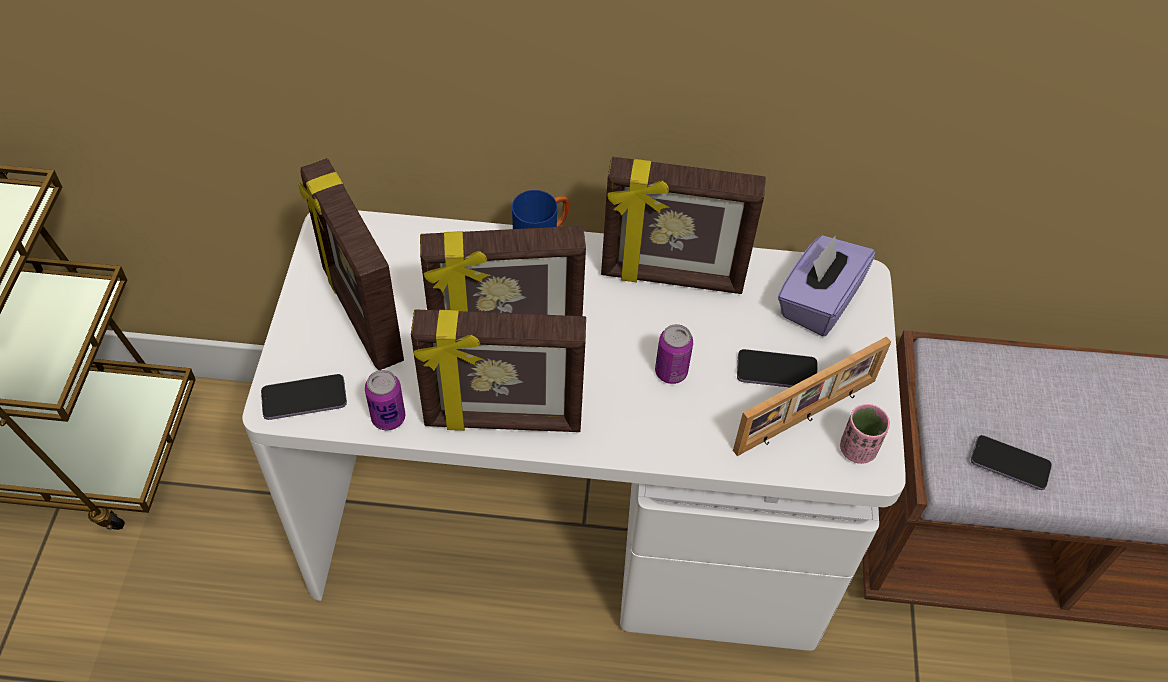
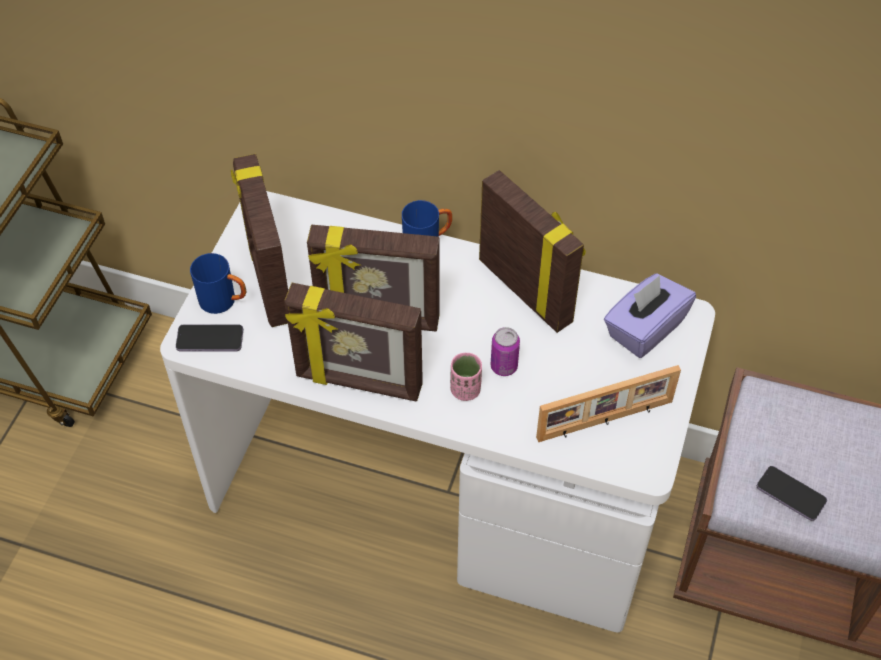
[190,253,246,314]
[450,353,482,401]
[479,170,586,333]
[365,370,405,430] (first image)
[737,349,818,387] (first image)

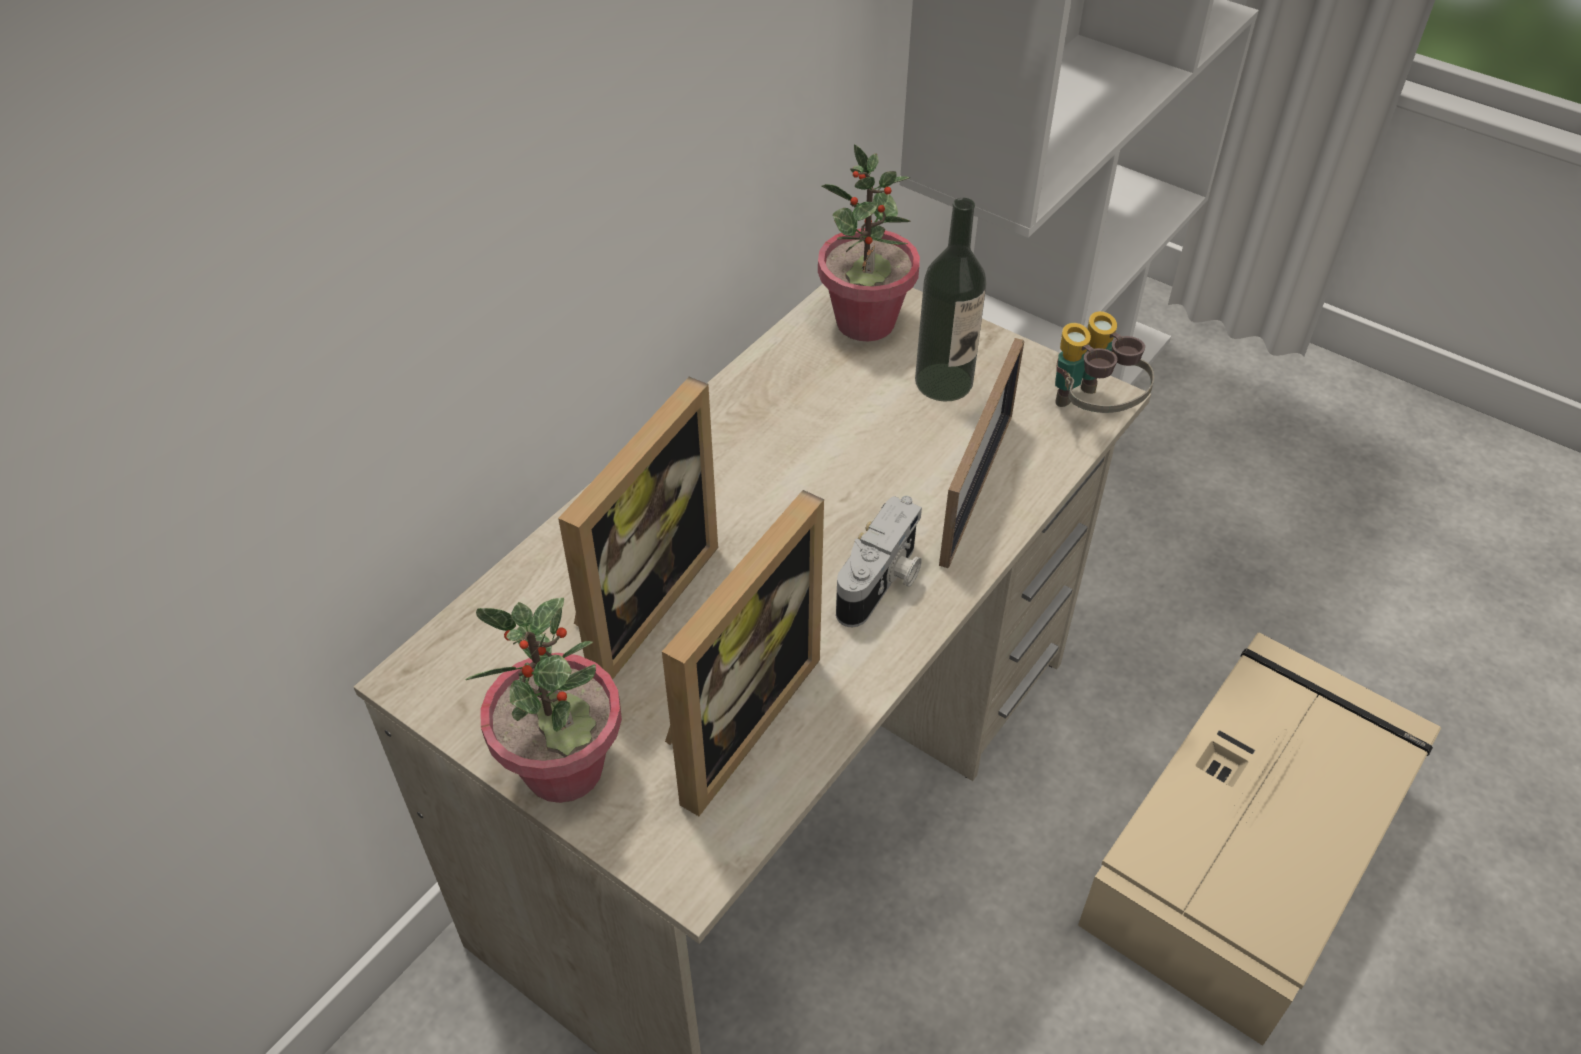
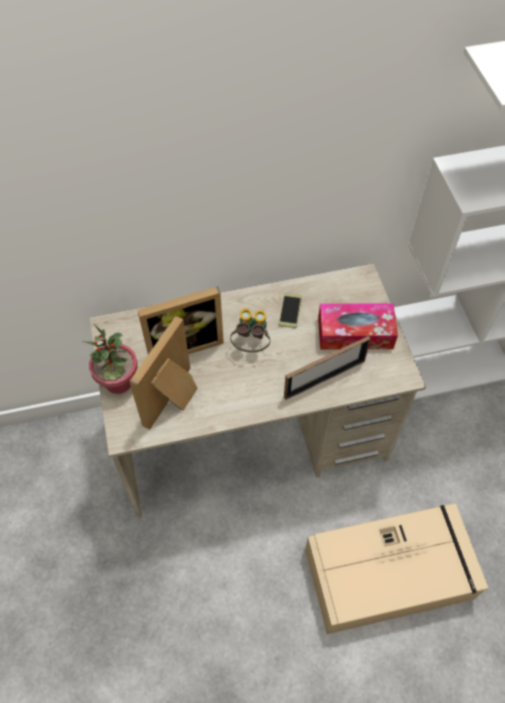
[129,316,198,430]
[230,308,270,353]
[278,293,302,328]
[318,303,398,350]
[818,144,920,341] (first image)
[836,496,922,627] (first image)

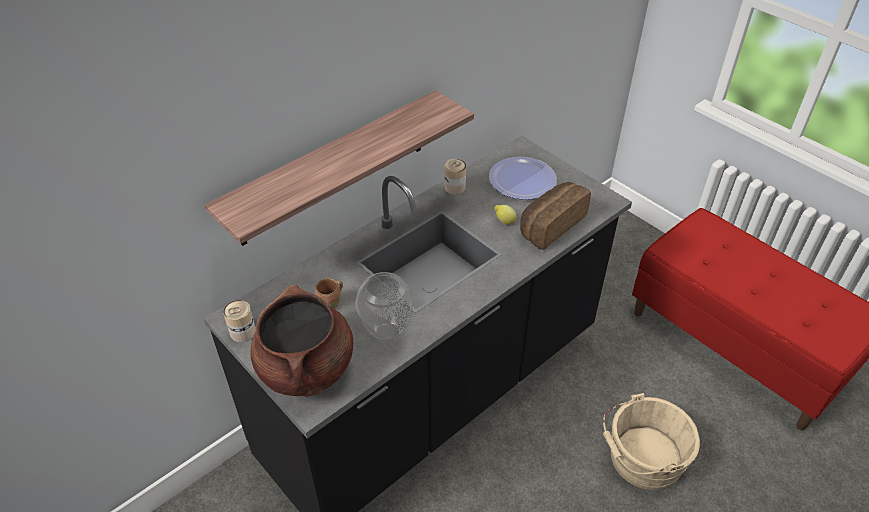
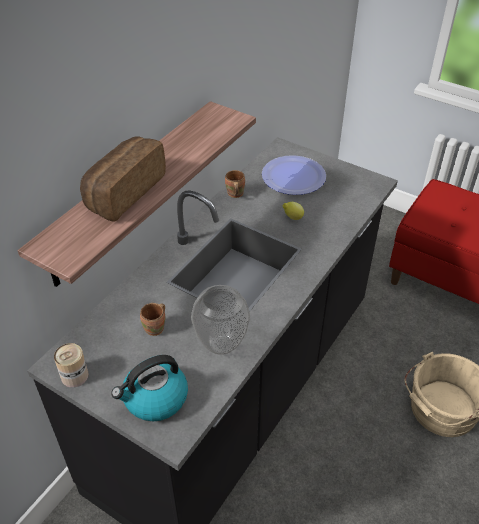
[80,136,166,222]
[111,355,188,421]
[225,170,245,198]

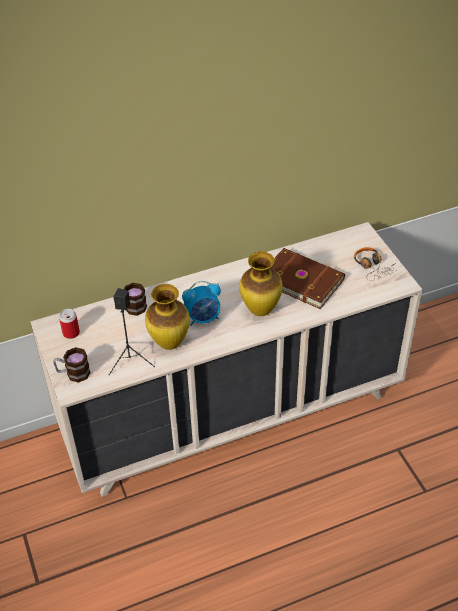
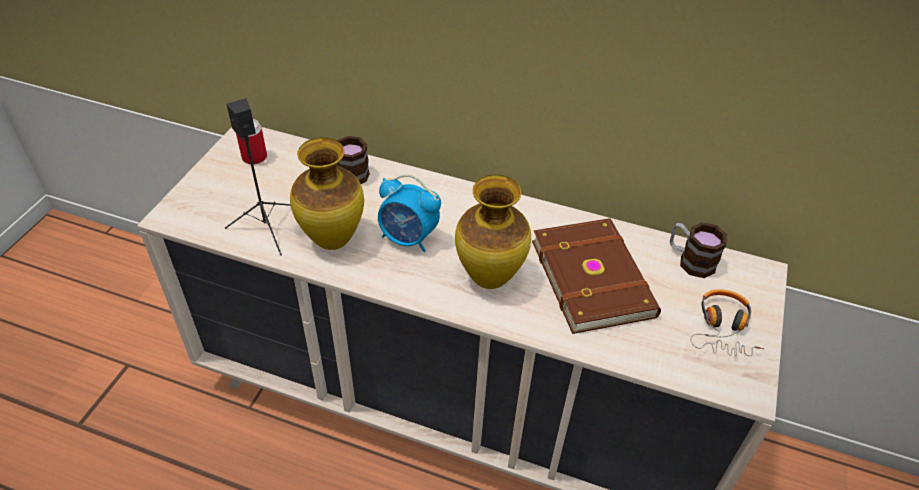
[670,222,727,278]

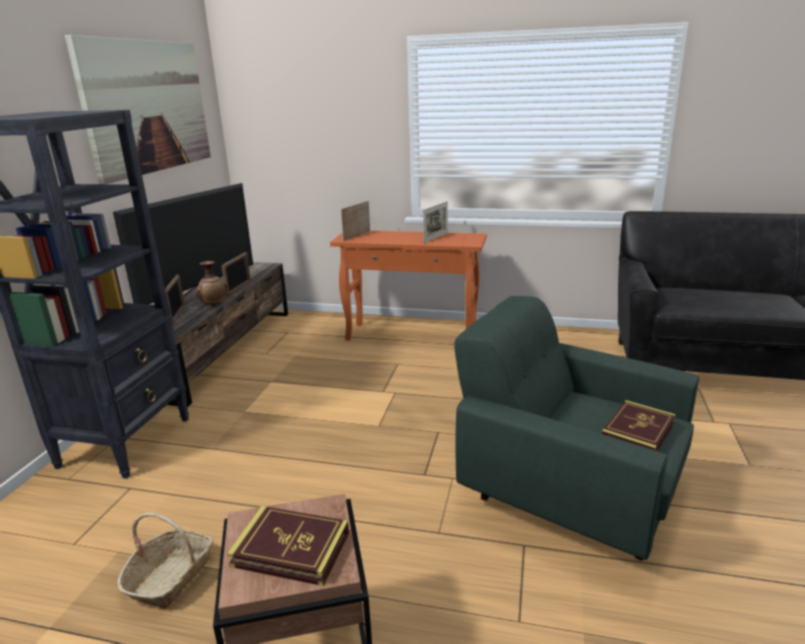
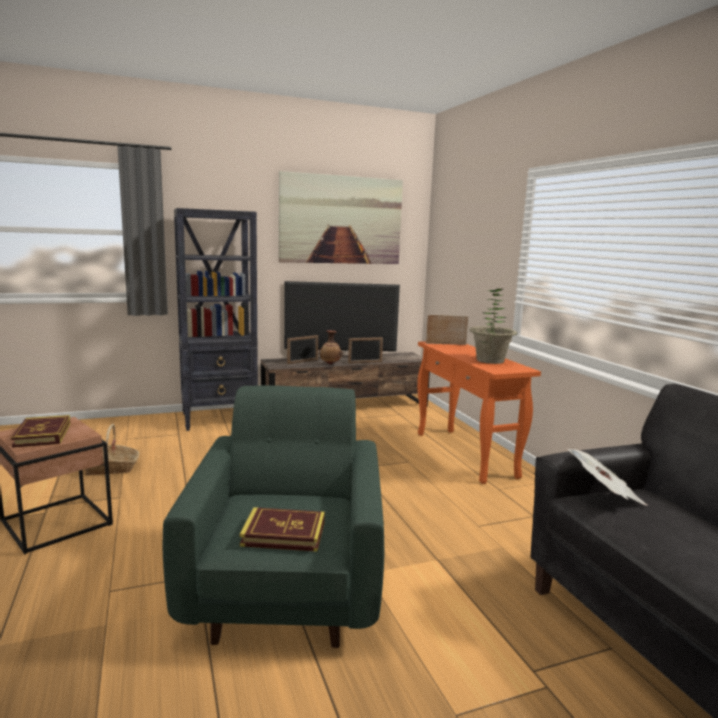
[469,289,517,364]
[568,449,647,505]

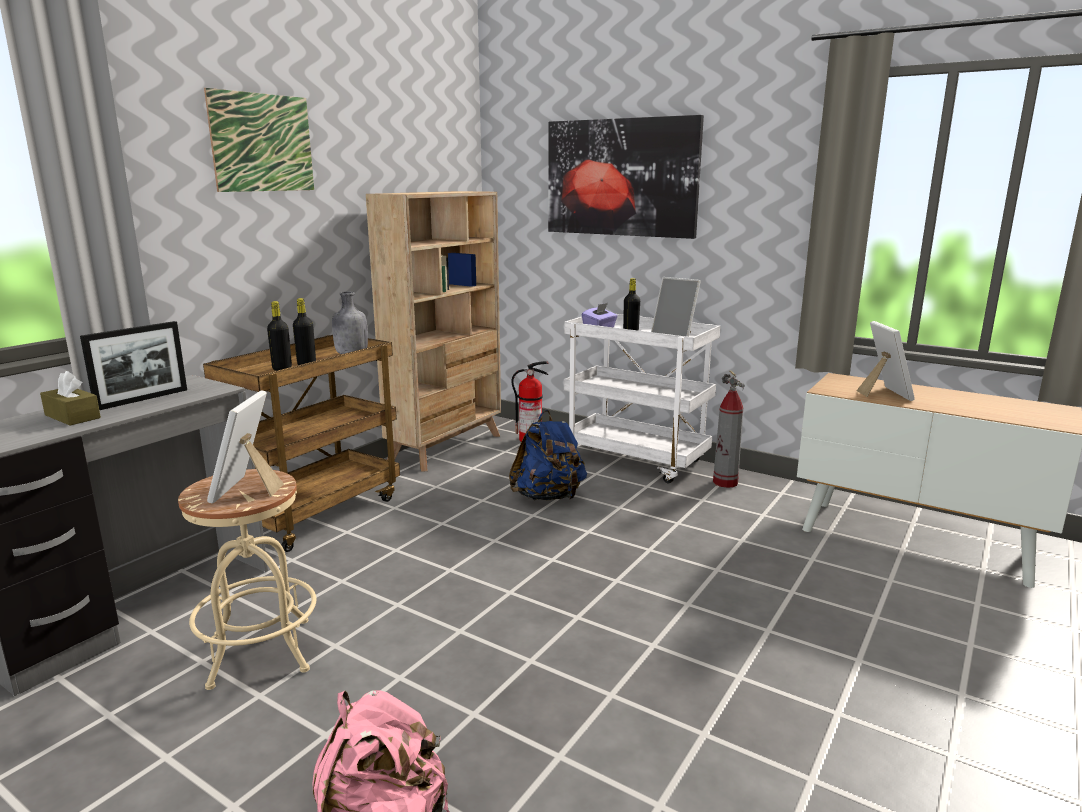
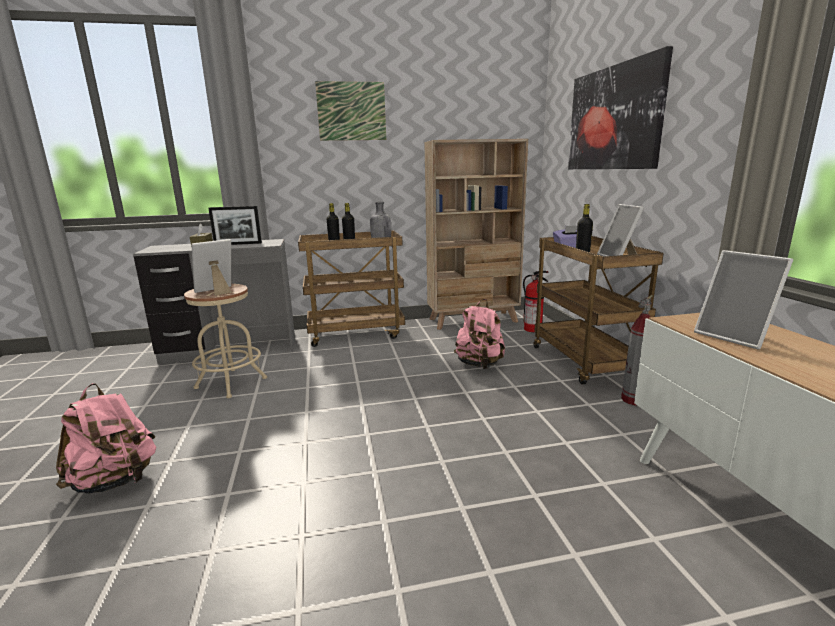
[454,299,505,369]
[534,236,664,385]
[694,250,793,349]

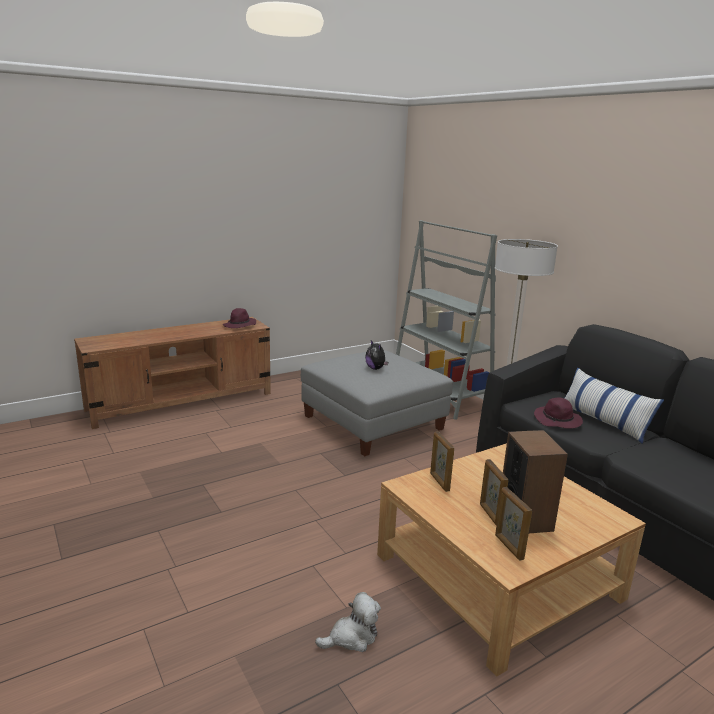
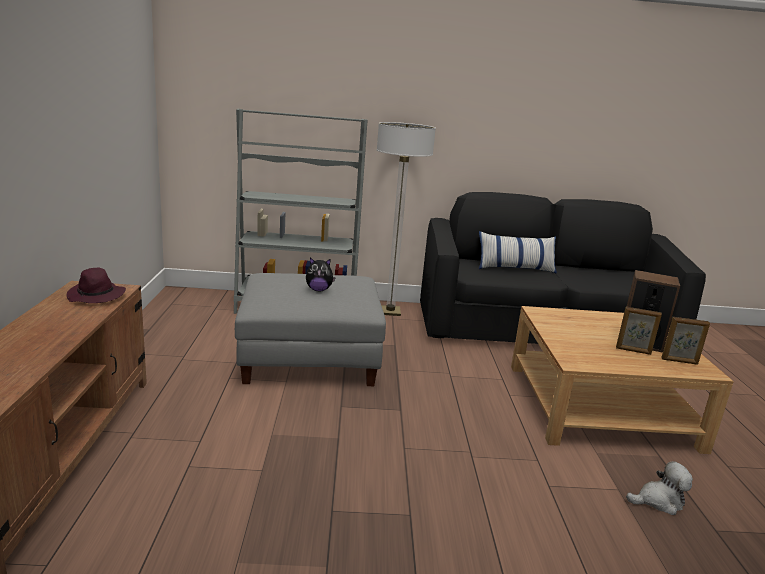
[626,461,693,515]
[430,431,454,492] (first image)
[534,398,583,428] (first image)

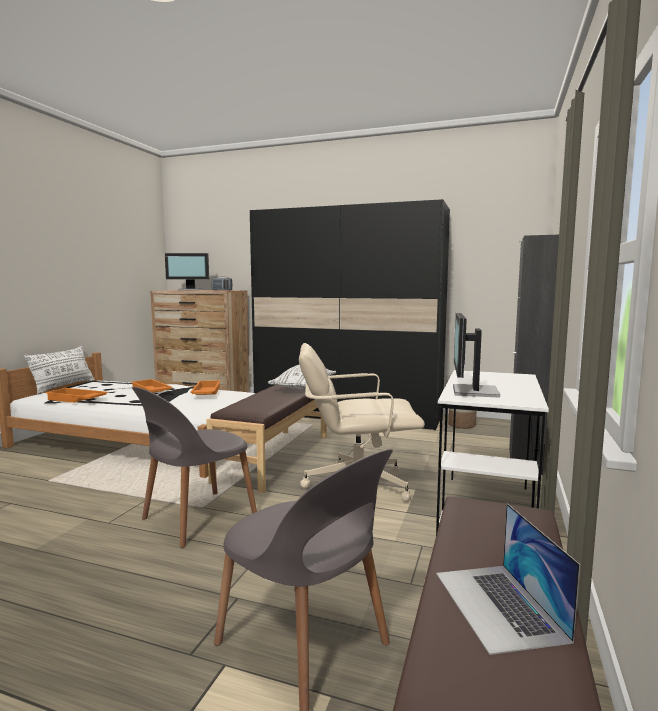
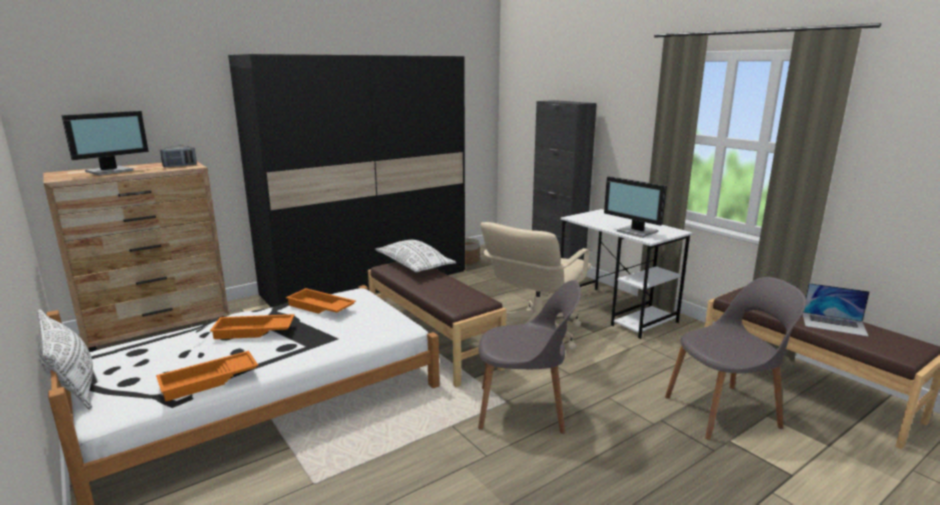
[478,280,581,434]

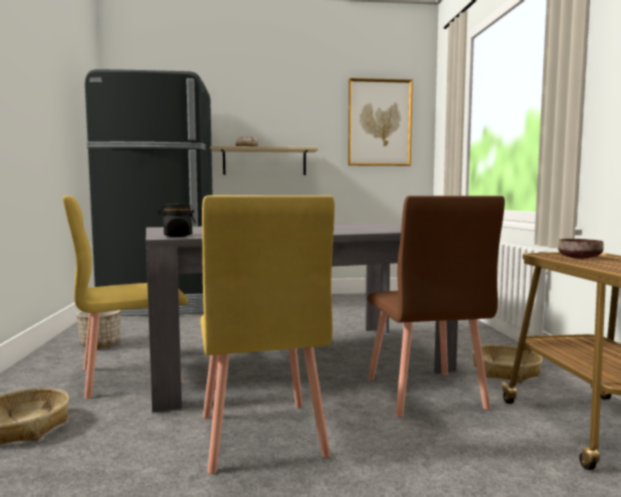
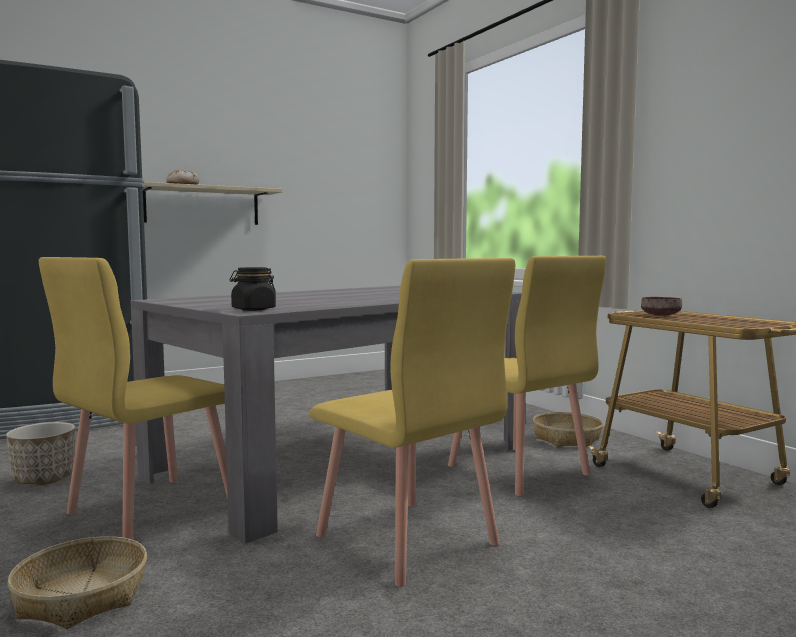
[448,256,606,496]
[348,78,413,166] (first image)

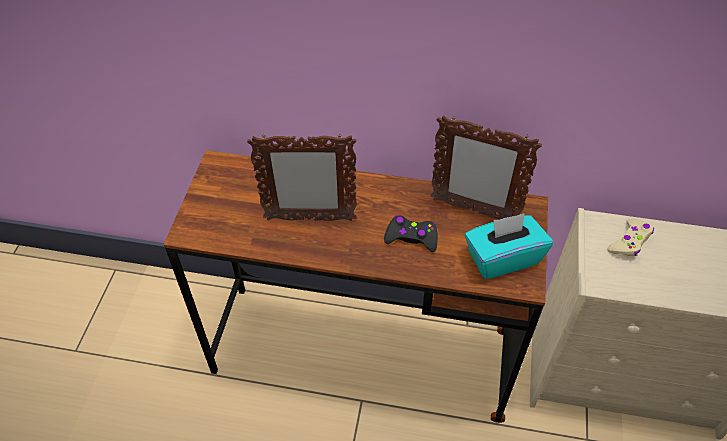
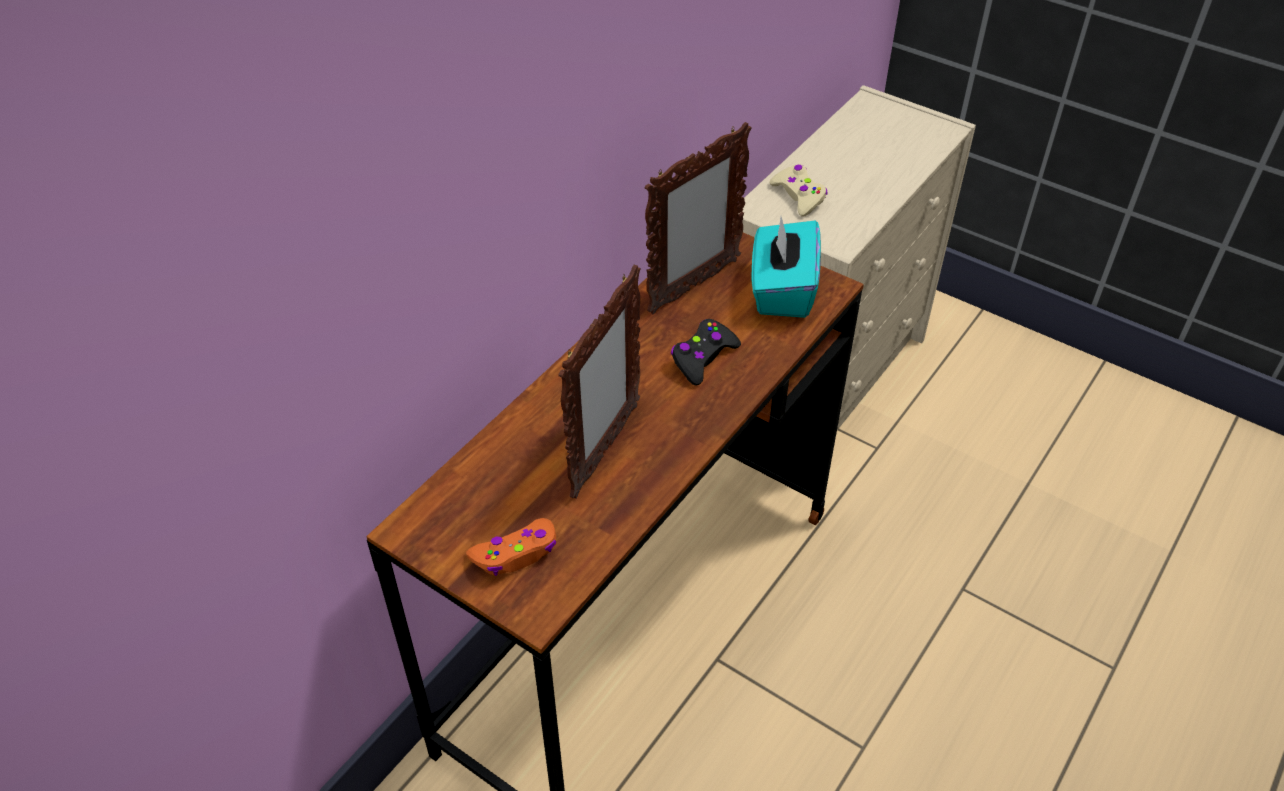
[466,518,556,576]

